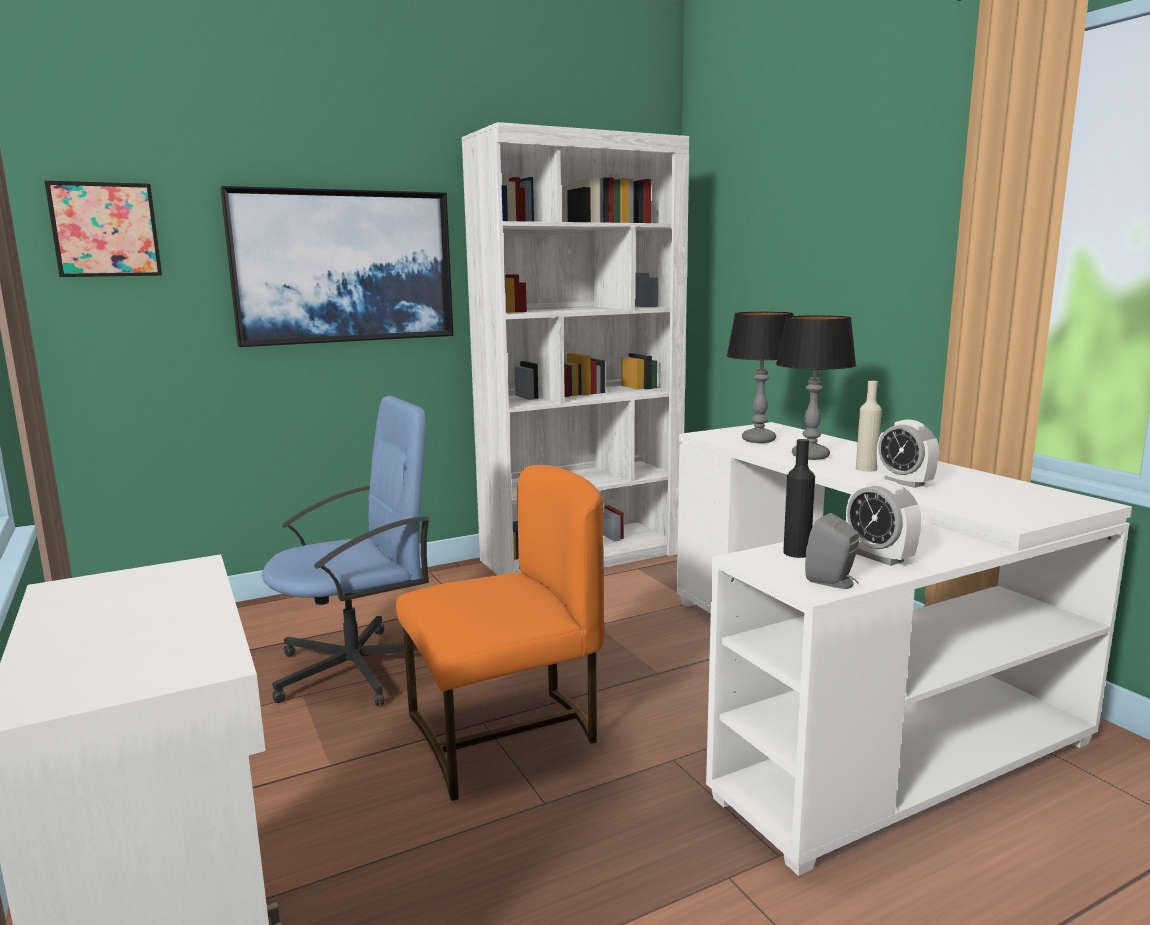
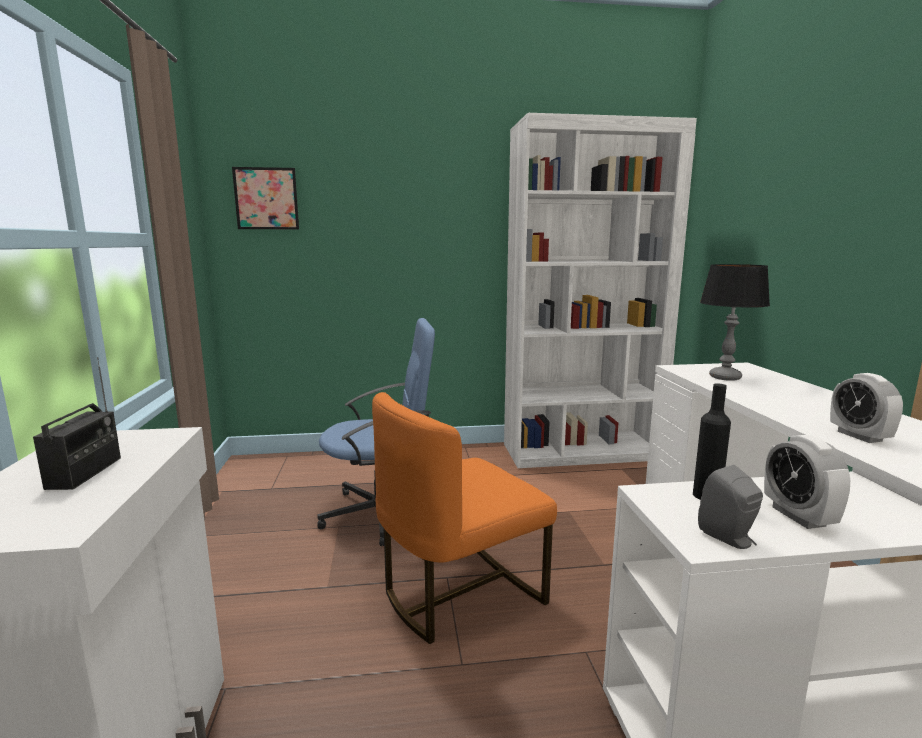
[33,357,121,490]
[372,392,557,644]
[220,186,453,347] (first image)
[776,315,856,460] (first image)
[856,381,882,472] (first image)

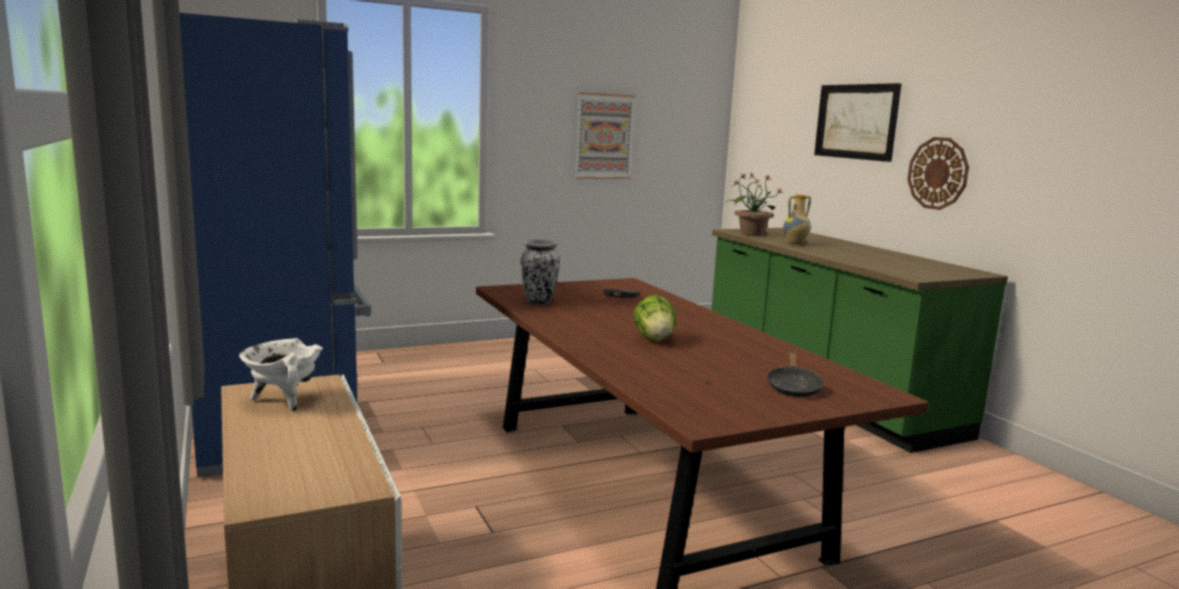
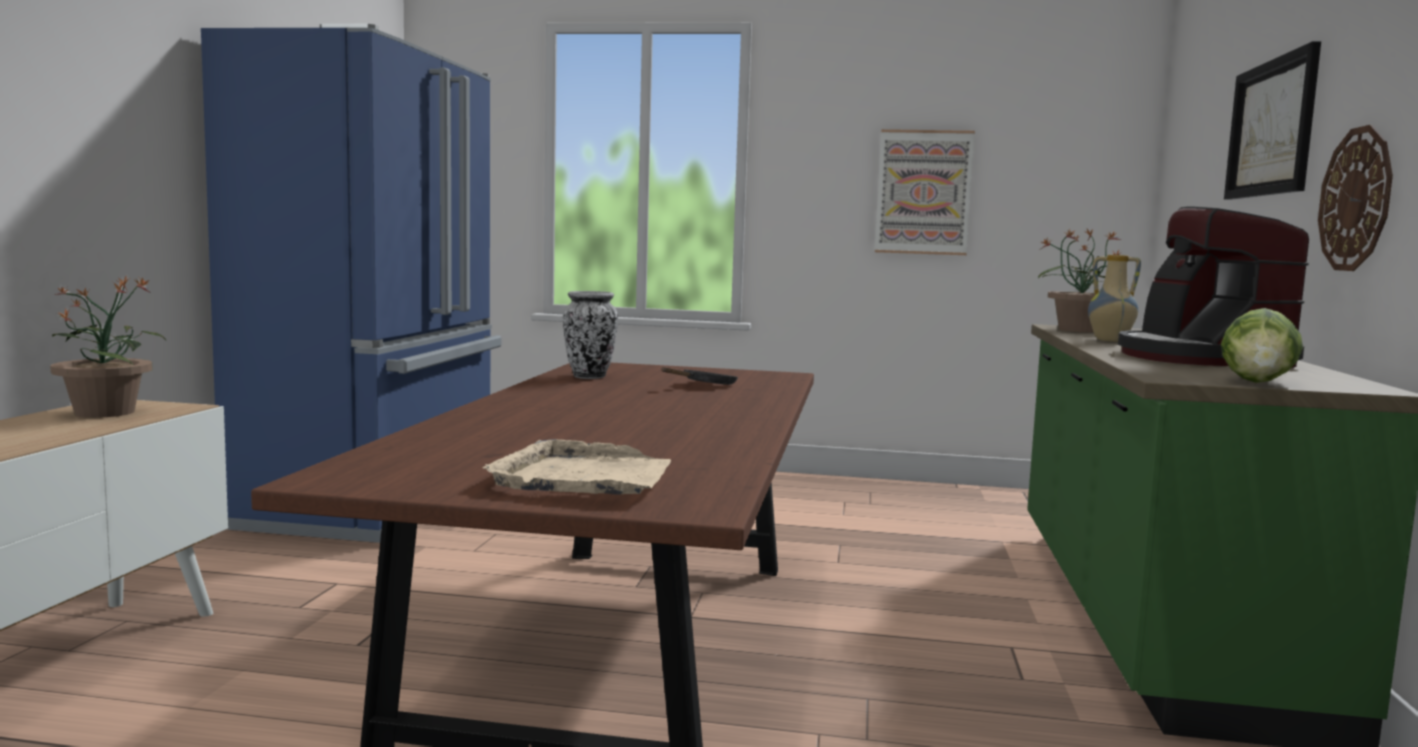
[50,275,166,418]
[483,439,671,495]
[1118,206,1309,368]
[1221,308,1303,383]

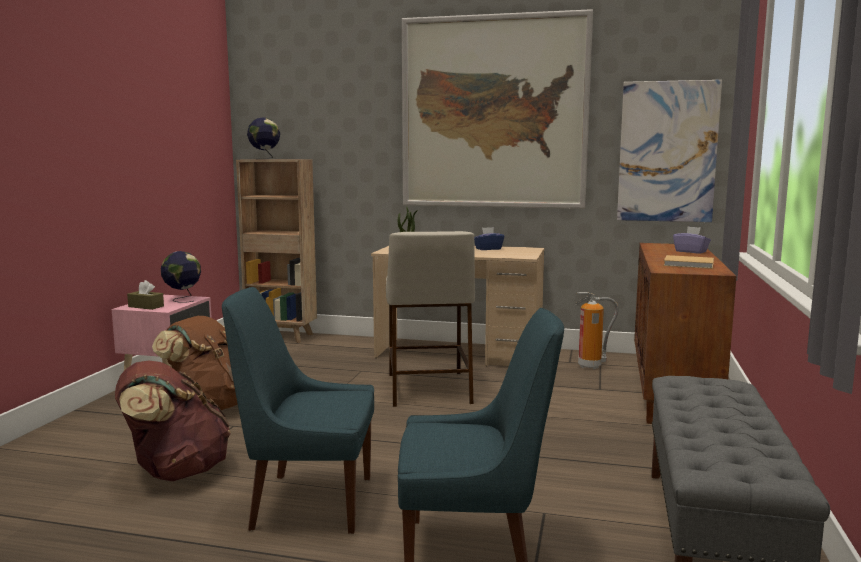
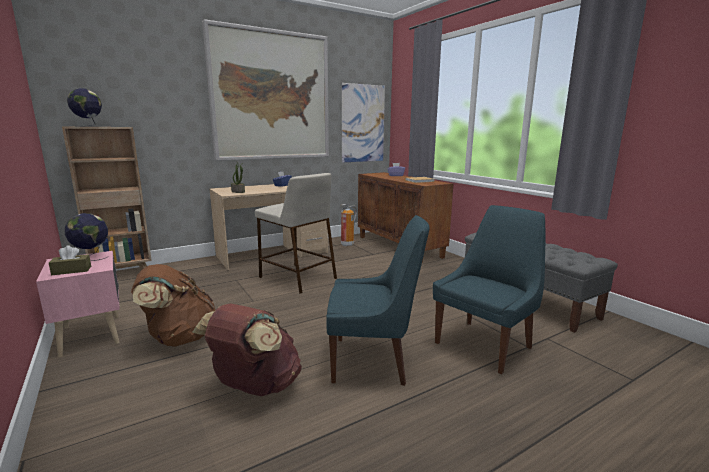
[326,215,429,386]

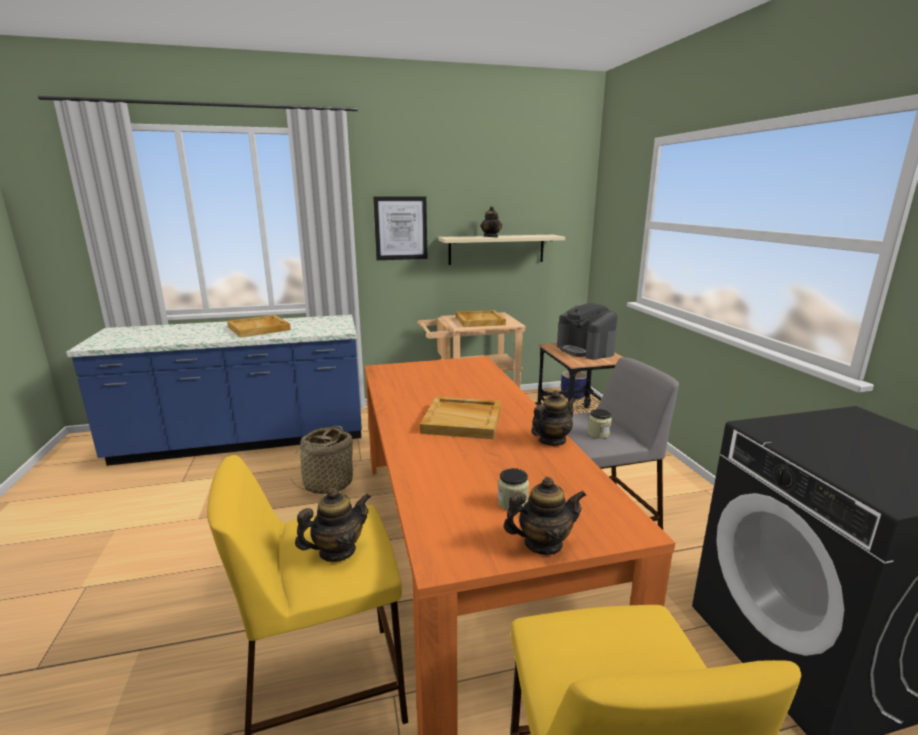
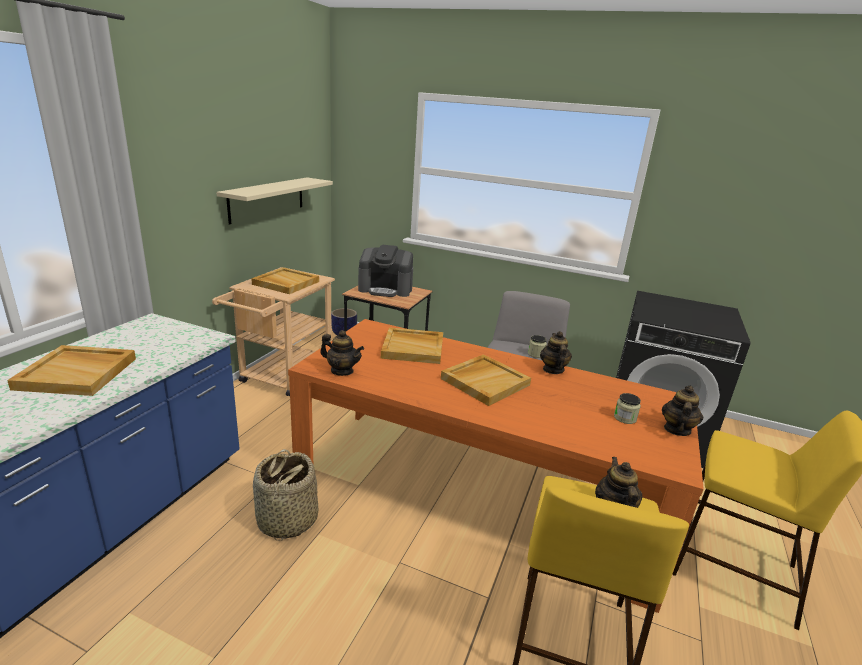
[320,330,364,376]
[381,327,443,364]
[373,196,427,260] (first image)

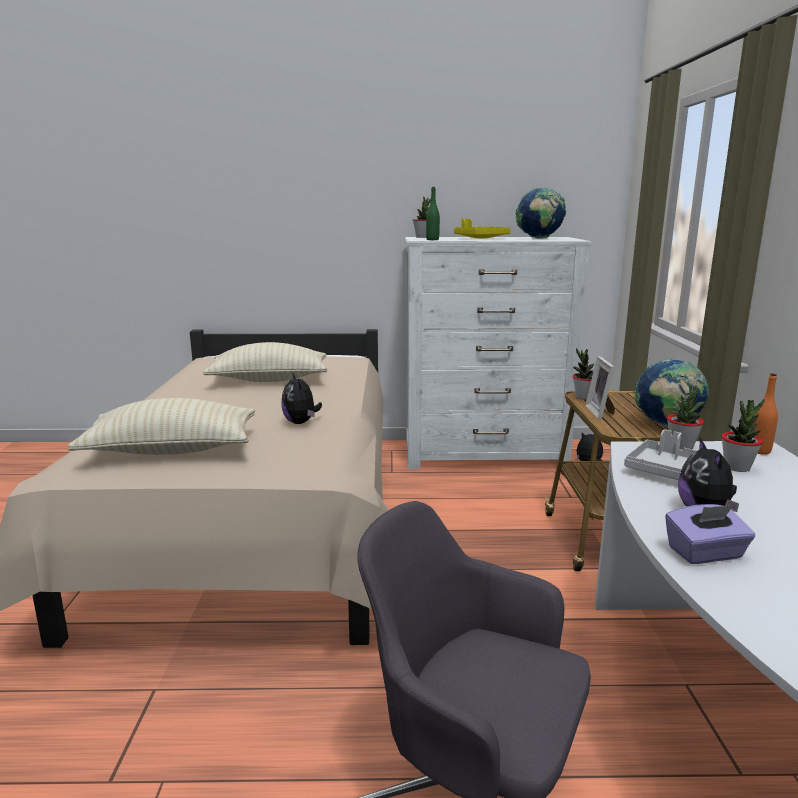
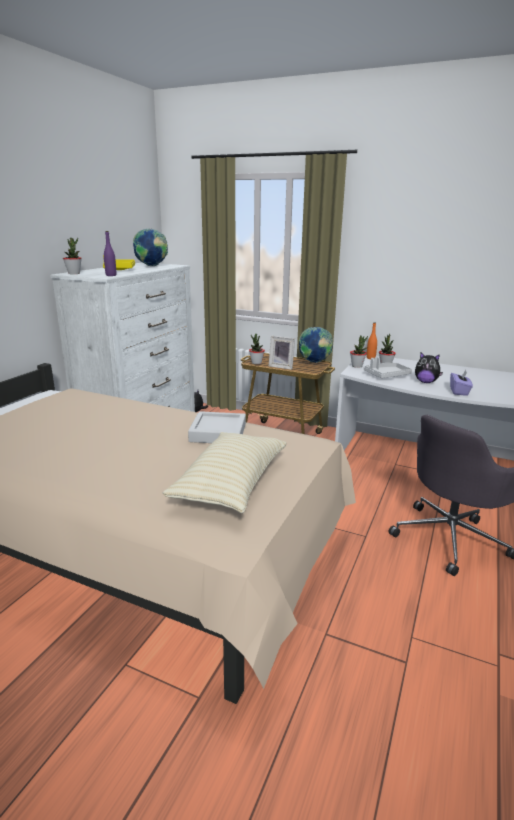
[104,231,116,276]
[188,411,246,443]
[203,342,327,382] (first image)

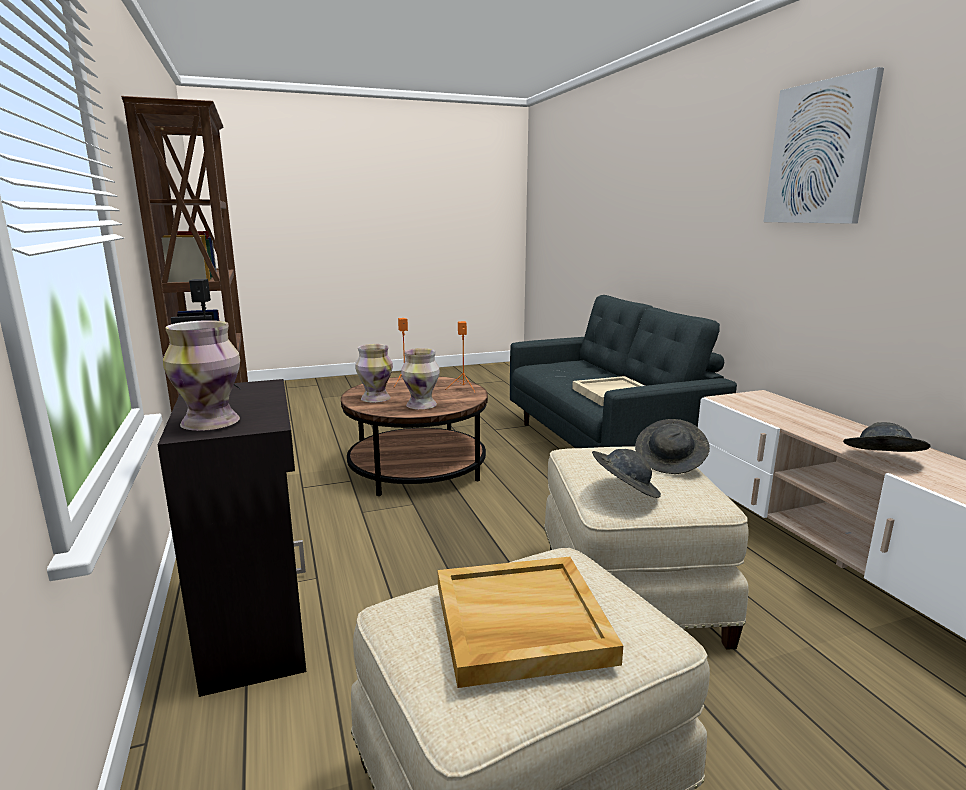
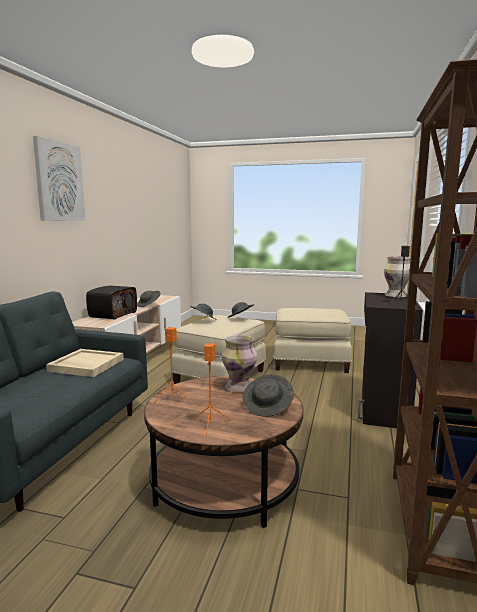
[86,286,137,320]
[243,374,294,417]
[438,557,623,688] (first image)

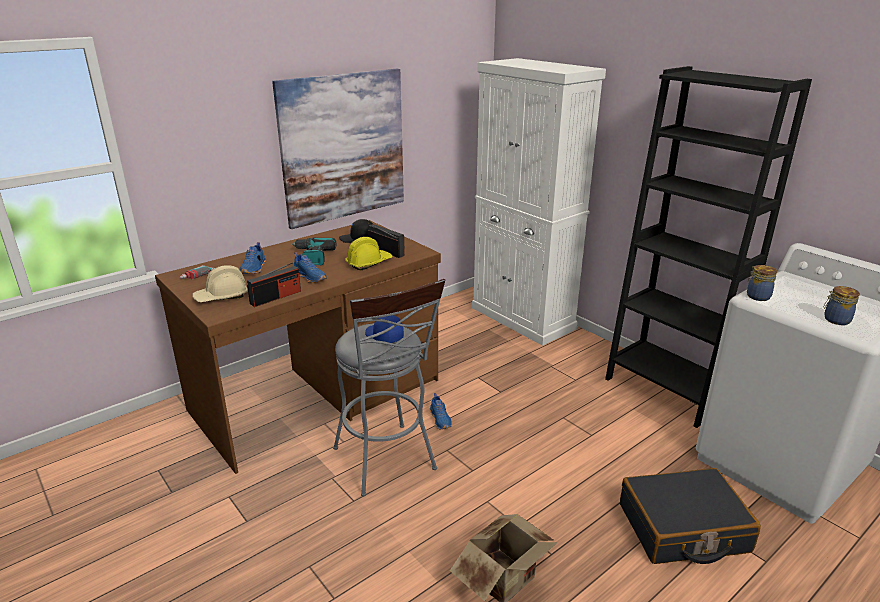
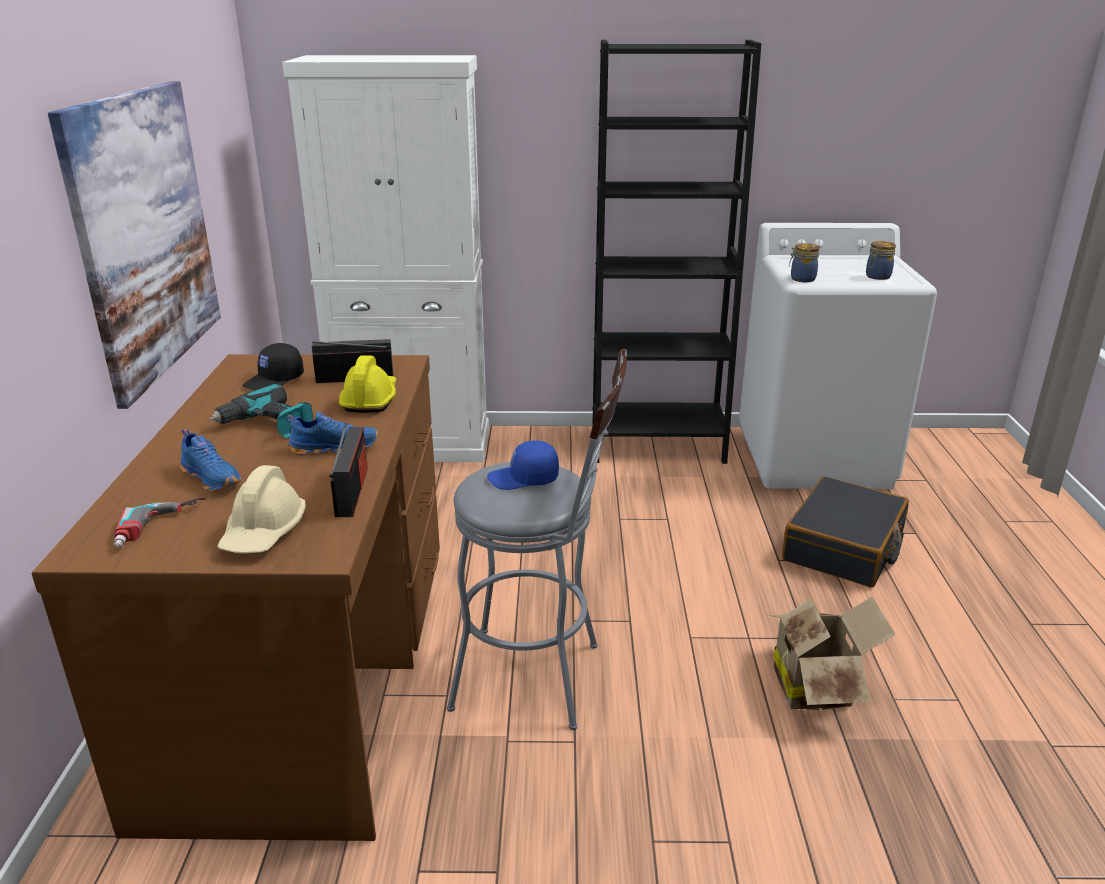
[430,393,452,429] (first image)

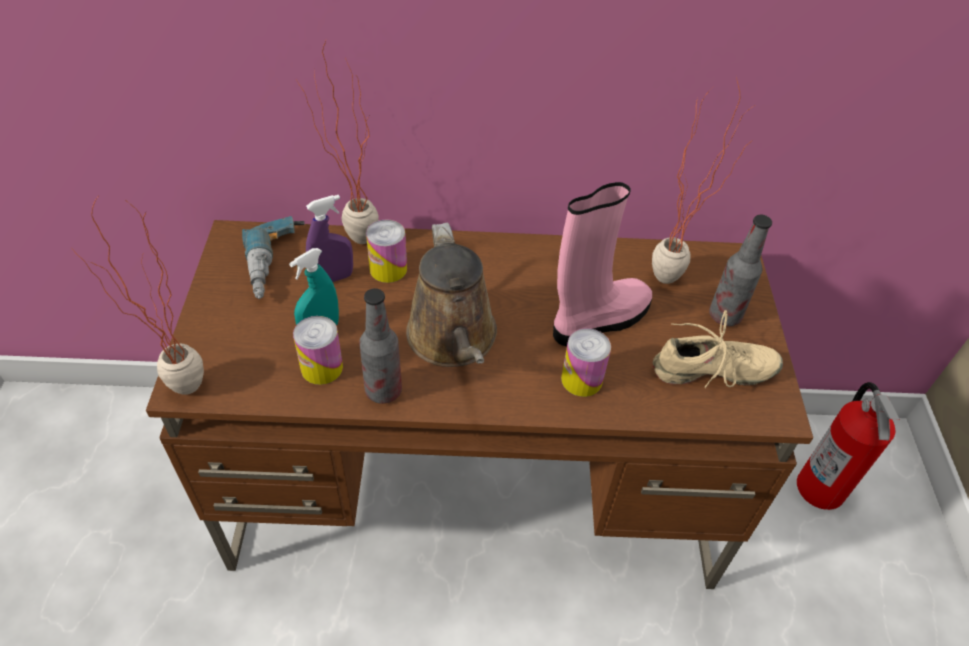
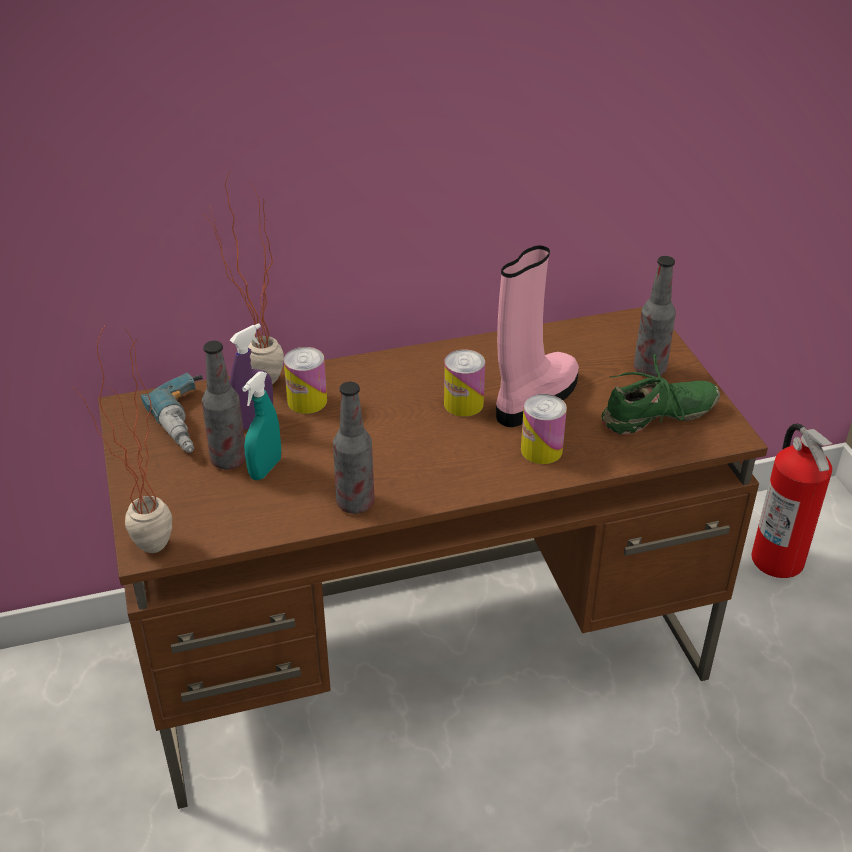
[202,341,246,470]
[444,350,485,417]
[601,354,720,435]
[406,223,497,367] (first image)
[652,77,754,284] (first image)

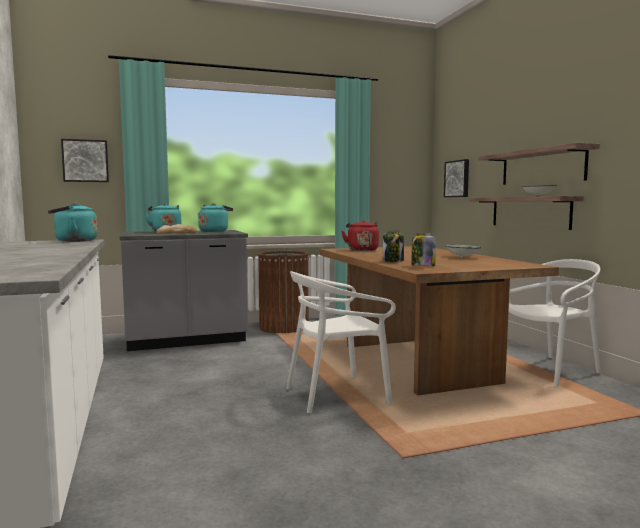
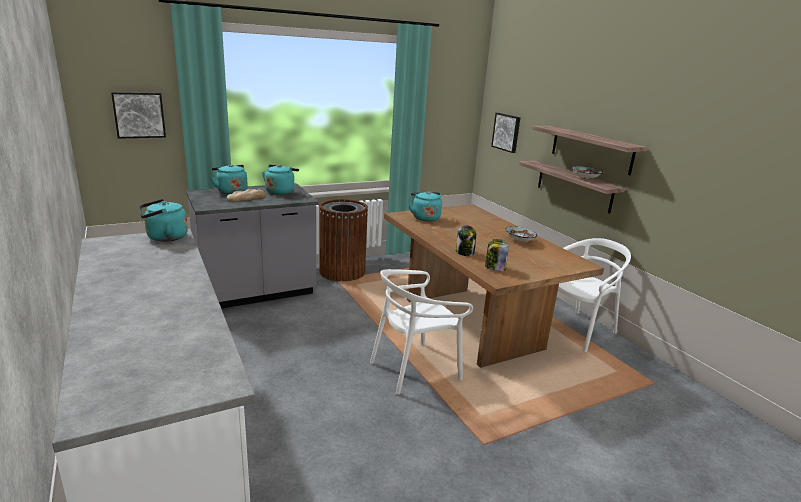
[408,191,442,221]

